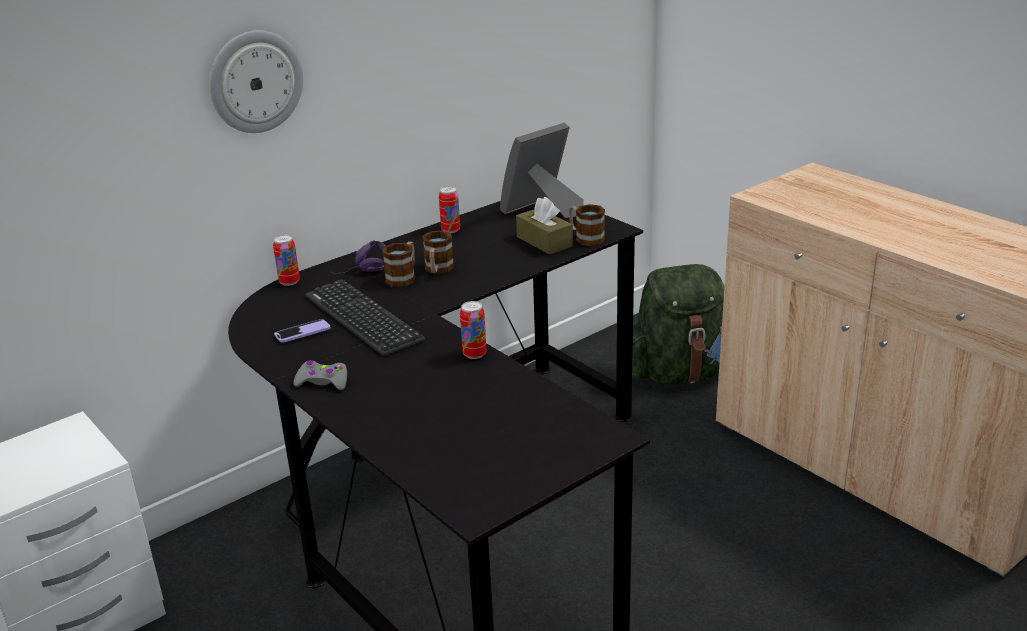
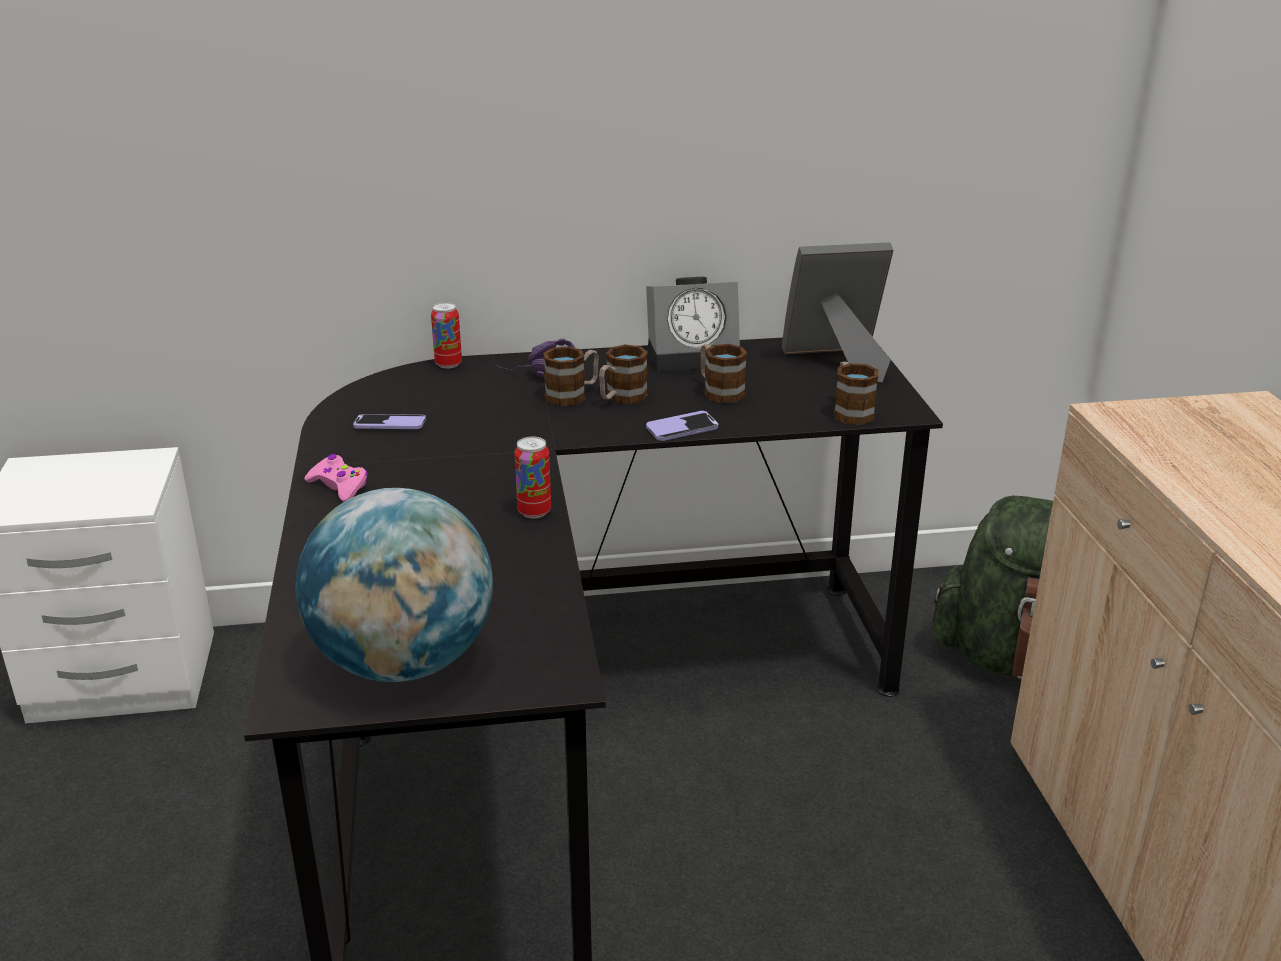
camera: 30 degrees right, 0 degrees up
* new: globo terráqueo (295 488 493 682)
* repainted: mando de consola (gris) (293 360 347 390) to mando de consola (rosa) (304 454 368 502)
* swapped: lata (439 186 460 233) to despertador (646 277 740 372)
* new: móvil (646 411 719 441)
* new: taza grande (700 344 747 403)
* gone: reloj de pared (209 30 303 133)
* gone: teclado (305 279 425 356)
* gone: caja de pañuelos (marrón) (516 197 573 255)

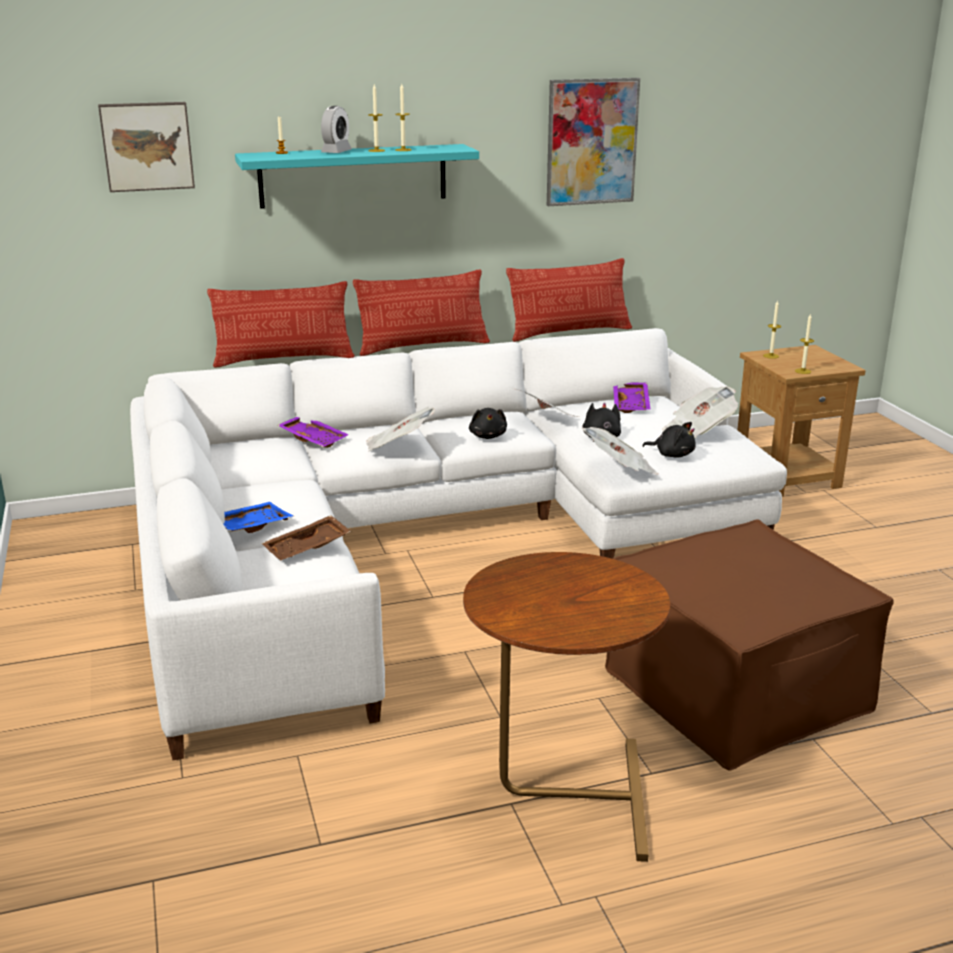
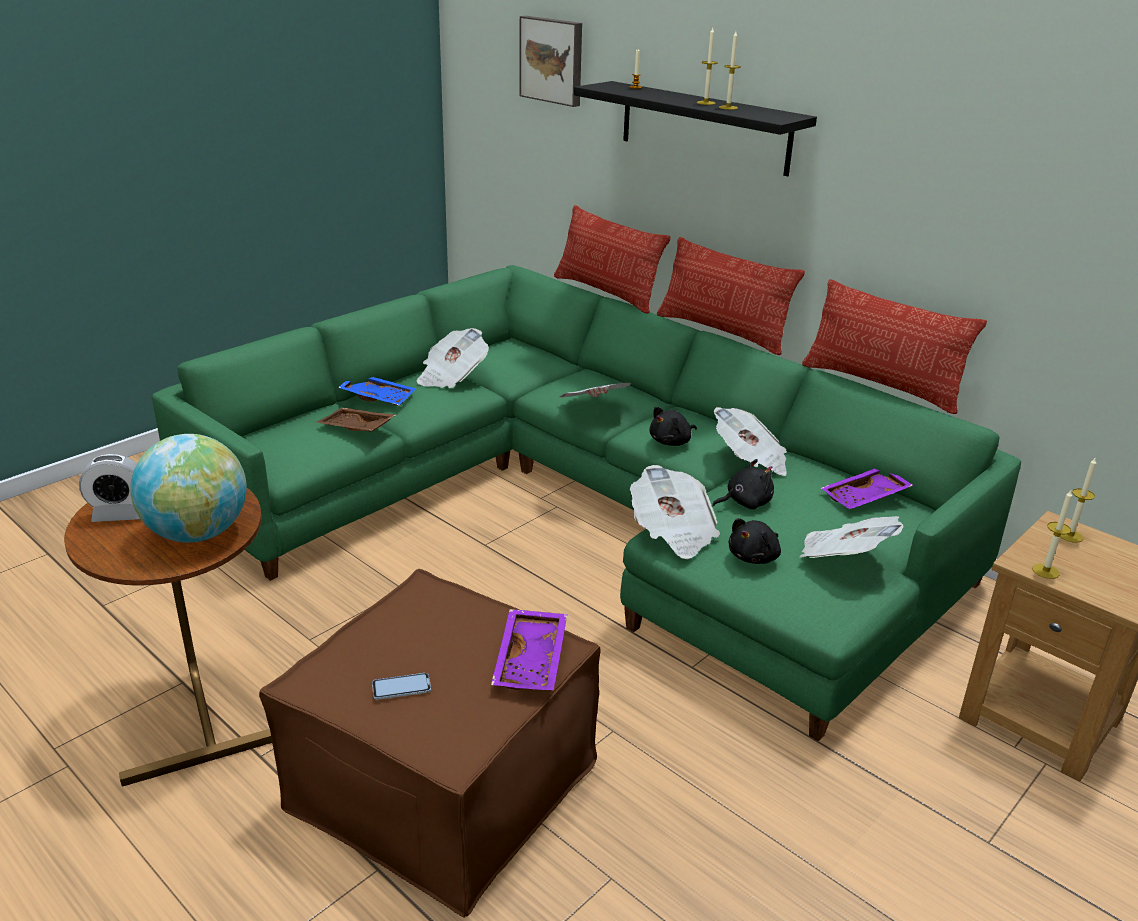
camera: 60 degrees right, 5 degrees up
* shifted: despertador (321 106 352 153) to (79 454 140 522)
* new: globo terráqueo (130 434 247 543)
* repainted: sofá (blanco) (130 328 787 760) to sofá (verde) (152 265 1021 742)
* new: móvil (372 673 431 700)
* new: periódico (417 328 489 388)
* shifted: bandeja (morado) (278 417 349 448) to (491 609 567 690)
* repainted: estante (turquesa) (235 144 479 209) to estante (negro) (574 81 817 176)
* rotated: peluche (negro) (642 422 696 457) = (728 518 781 564) 45 degrees clockwise
* gone: cuadro (547 78 640 206)

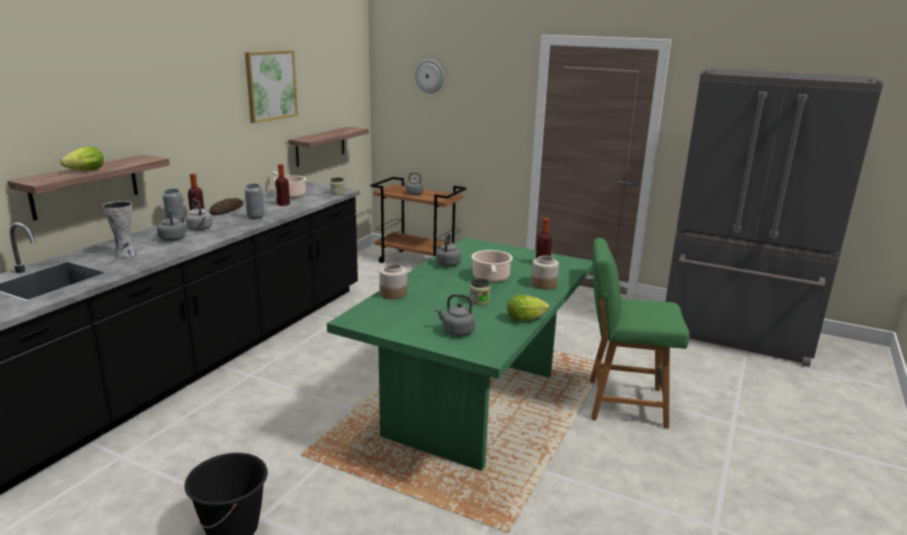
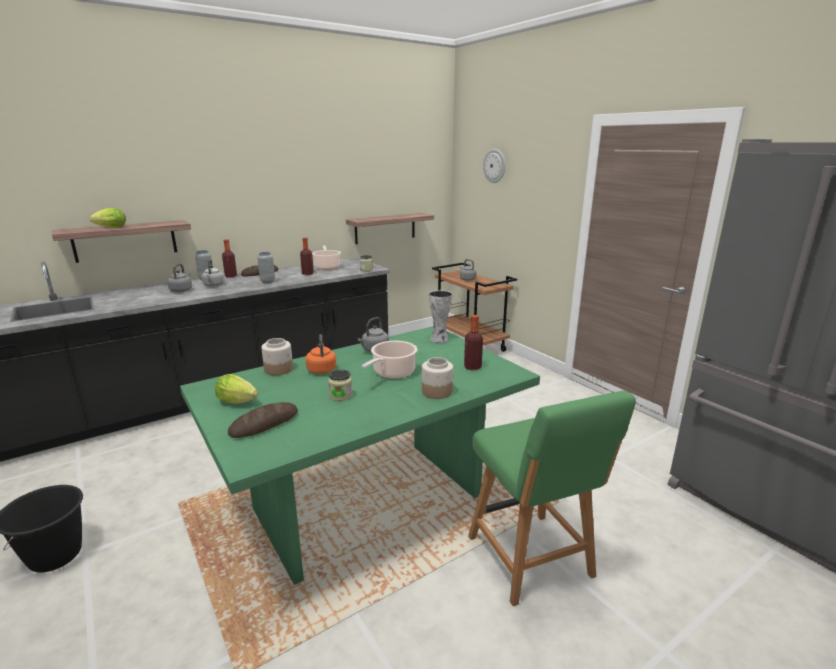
camera: 30 degrees right, 0 degrees up
* shifted: lechuga (507 295 549 321) to (215 374 258 404)
* swapped: hervidor (gris) (435 294 475 336) to pan (228 402 298 438)
* new: hervidor (naranja) (306 334 336 374)
* shifted: florero (103 201 136 258) to (428 290 453 343)
* rotated: silla (verde) (590 238 689 429) = (468 391 636 606) 150 degrees counterclockwise
* gone: cuadro (245 50 298 123)

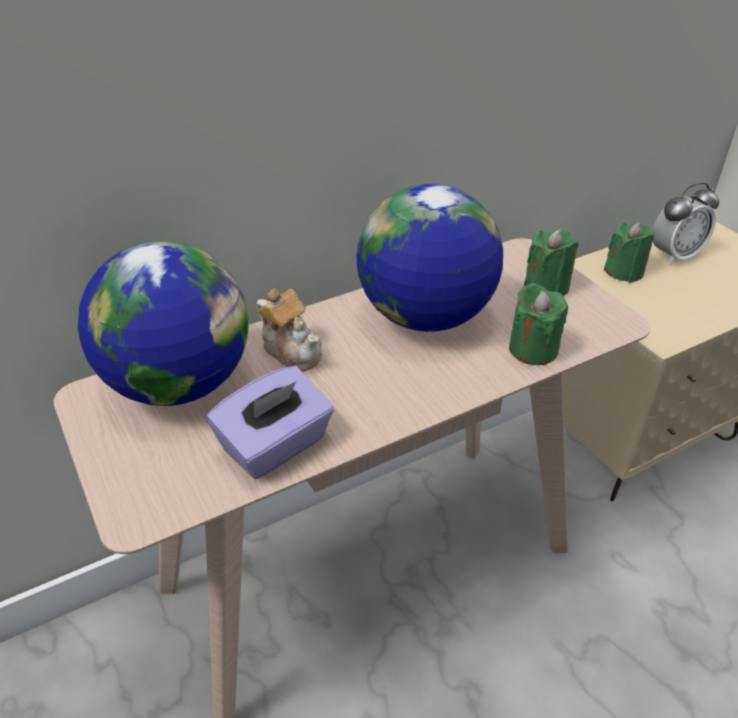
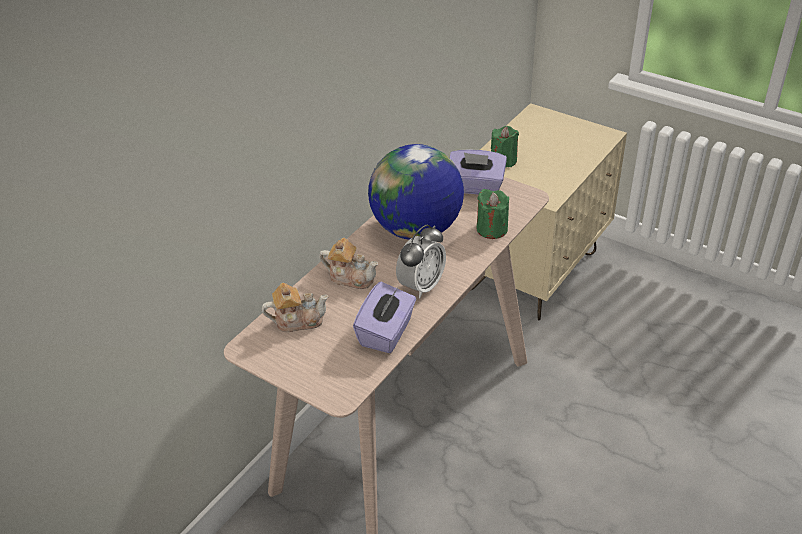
camera: 25 degrees left, 0 degrees up
* swapped: globo terráqueo (78 241 248 406) to tetera (262 283 329 332)
* shifted: despertador (652 182 719 265) to (396 225 446 298)
* swapped: vela (verde) (524 229 579 296) to caja de pañuelos (morado) (450 150 507 195)

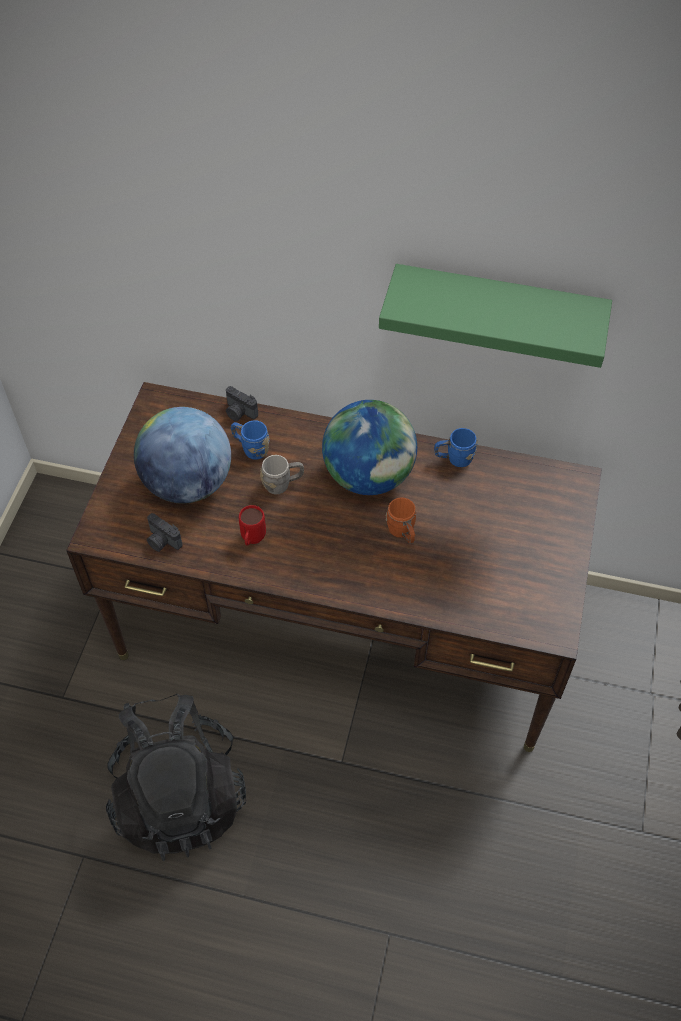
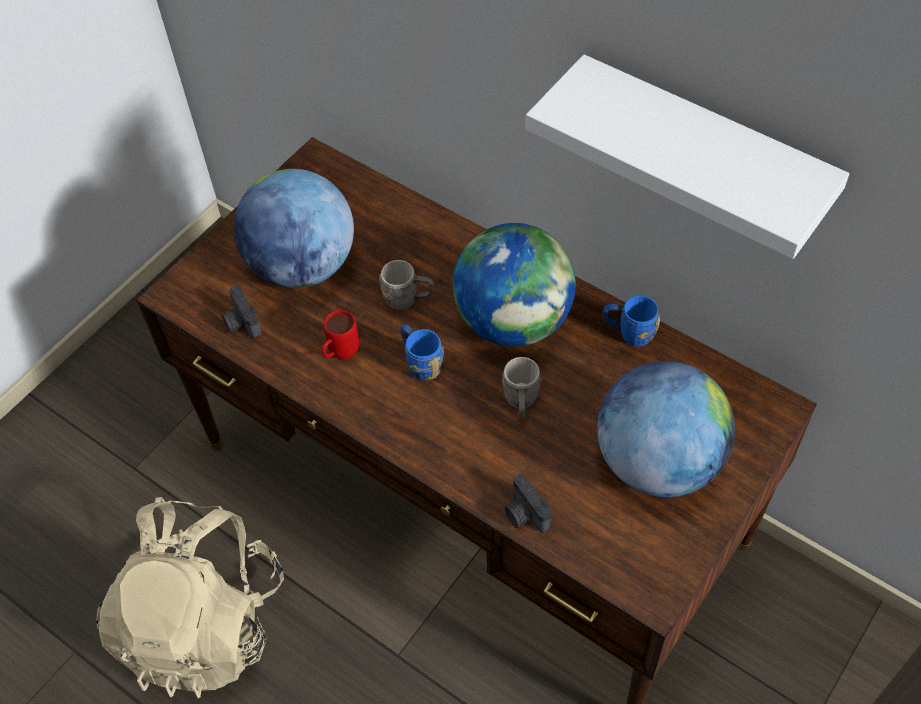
camera: 25 degrees right, 0 degrees up
* repainted: mochila (negro) (106 694 246 861) to mochila (beis) (96 497 284 698)
* shifted: taza grande (azul) (231 420 269 460) to (400 324 444 381)
* repainted: taza grande (naranja) (386 497 416 543) to taza grande (gris) (502 357 541 418)
* shifted: cámara (226 386 258 421) to (505 474 551 532)
* repainted: estante (verde) (379 264 612 368) to estante (blanco) (526 55 849 259)
* new: globo terráqueo (597 361 735 497)

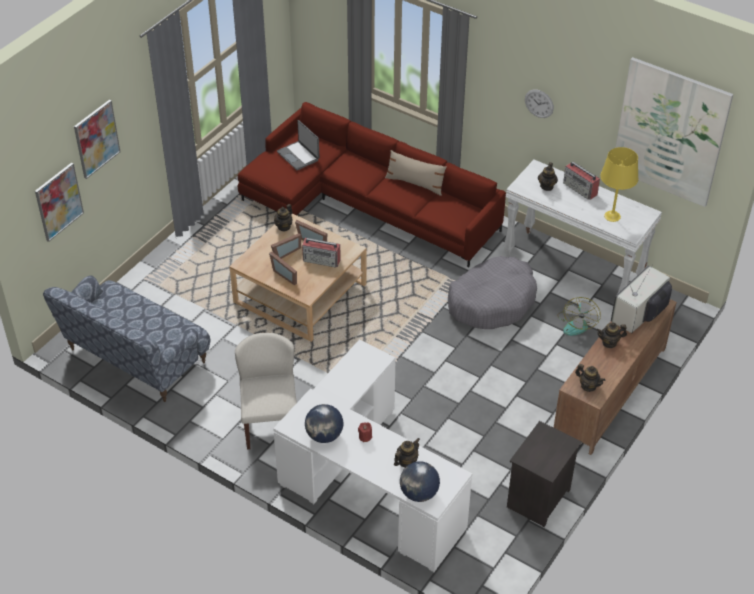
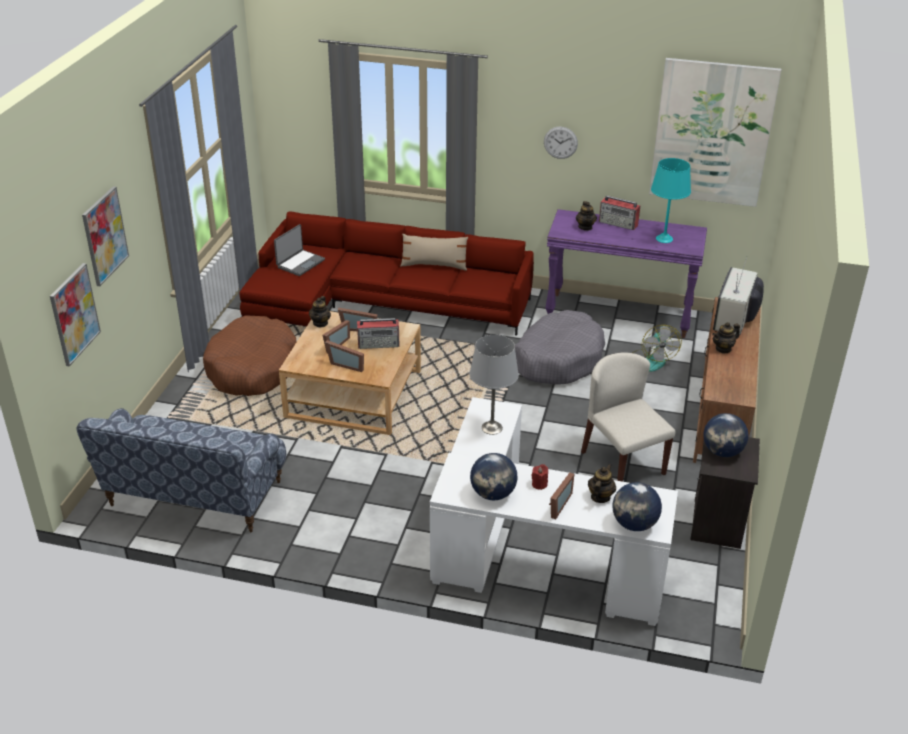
camera: 20 degrees left, 10 degrees down
* new: cama para perro (marrón) (203 315 296 396)
* rotated: portátil (277 120 319 170) = (274 224 325 276) 90 degrees counterclockwise
* new: lámpara de mesa (gris) (469 335 519 435)
* repainted: mesa consola (blanco) (503 160 662 293) to mesa consola (morado) (545 209 707 338)
* new: portarretratos (549 472 574 519)
* shifted: silla (beis) (235 333 297 450) to (581 352 676 482)
* repainted: lámpara de mesa (amarillo) (600 147 638 222) to lámpara de mesa (turquesa) (651 158 691 243)
* new: globo terráqueo (703 413 749 457)
* gone: tetera (575 364 605 392)

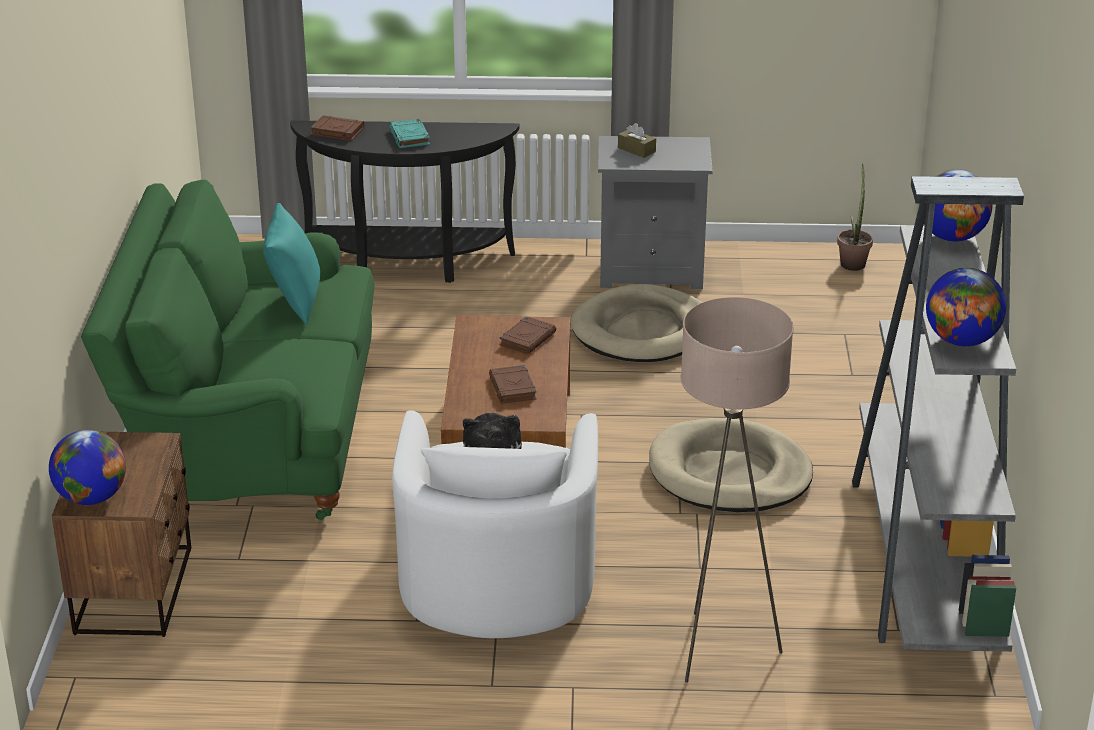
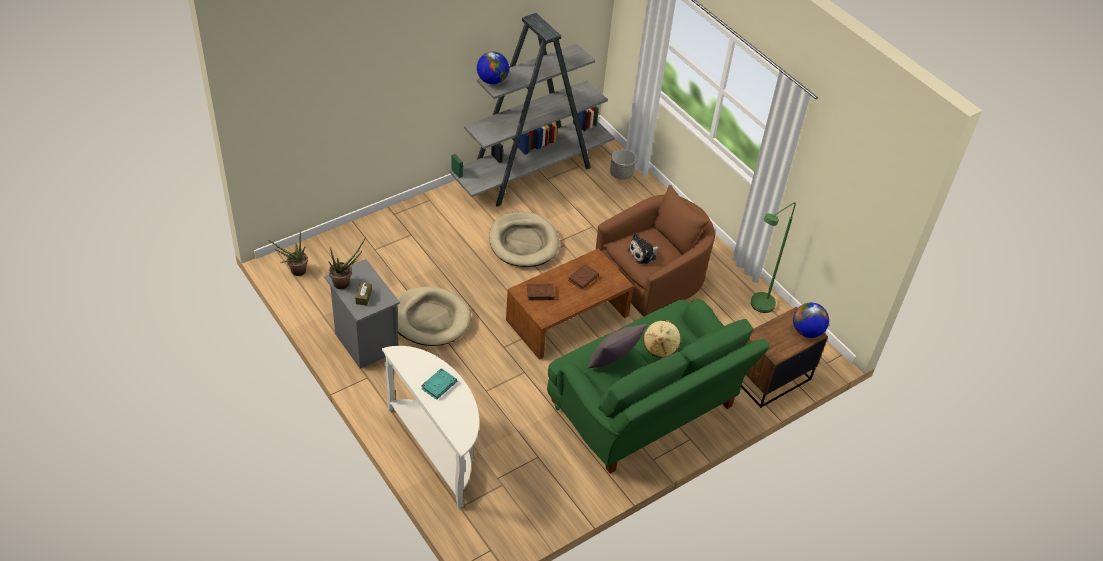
camera: 130 degrees left, 15 degrees up
* new: planta en maceta (329 237 366 289)
* repainted: mesa consola (negro) (290 120 519 283) to mesa consola (blanco) (382 346 479 509)
* repainted: cojín (turquesa) (263 203 320 324) to cojín (gris) (587 324 647 368)
* repainted: sillón (blanco) (392 410 598 638) to sillón (marrón) (596 185 715 317)
* new: maceta (gris) (610 149 636 180)
* new: sombrero (beis) (643 320 681 358)
* new: lámpara de pie (verde) (751 202 796 313)
* gone: libro (marrón) (310 115 364 141)
* gone: lámpara de pie (beis) (681 297 794 683)
* gone: globo terráqueo (926 268 1006 346)

